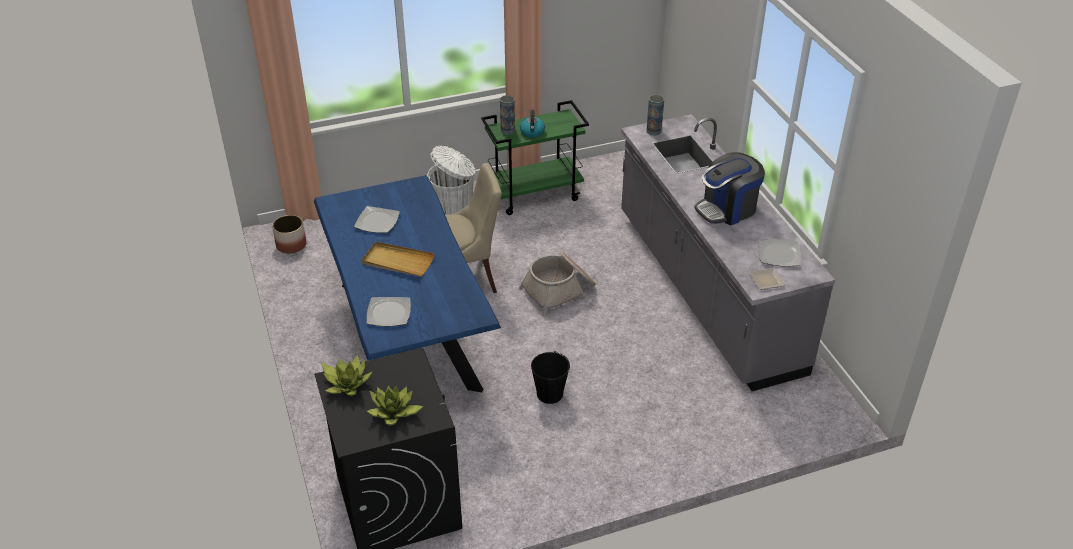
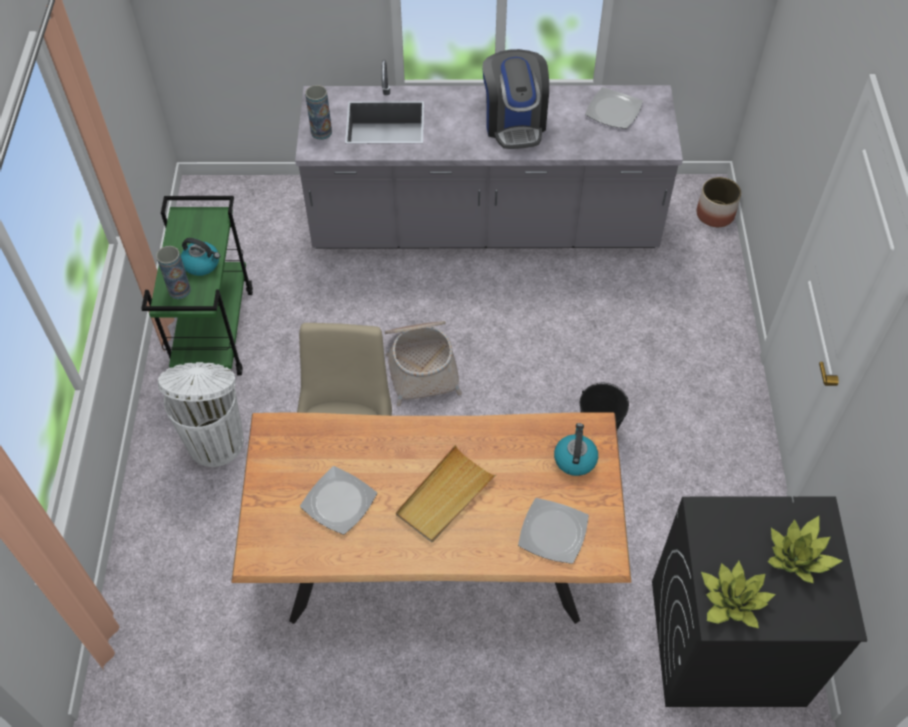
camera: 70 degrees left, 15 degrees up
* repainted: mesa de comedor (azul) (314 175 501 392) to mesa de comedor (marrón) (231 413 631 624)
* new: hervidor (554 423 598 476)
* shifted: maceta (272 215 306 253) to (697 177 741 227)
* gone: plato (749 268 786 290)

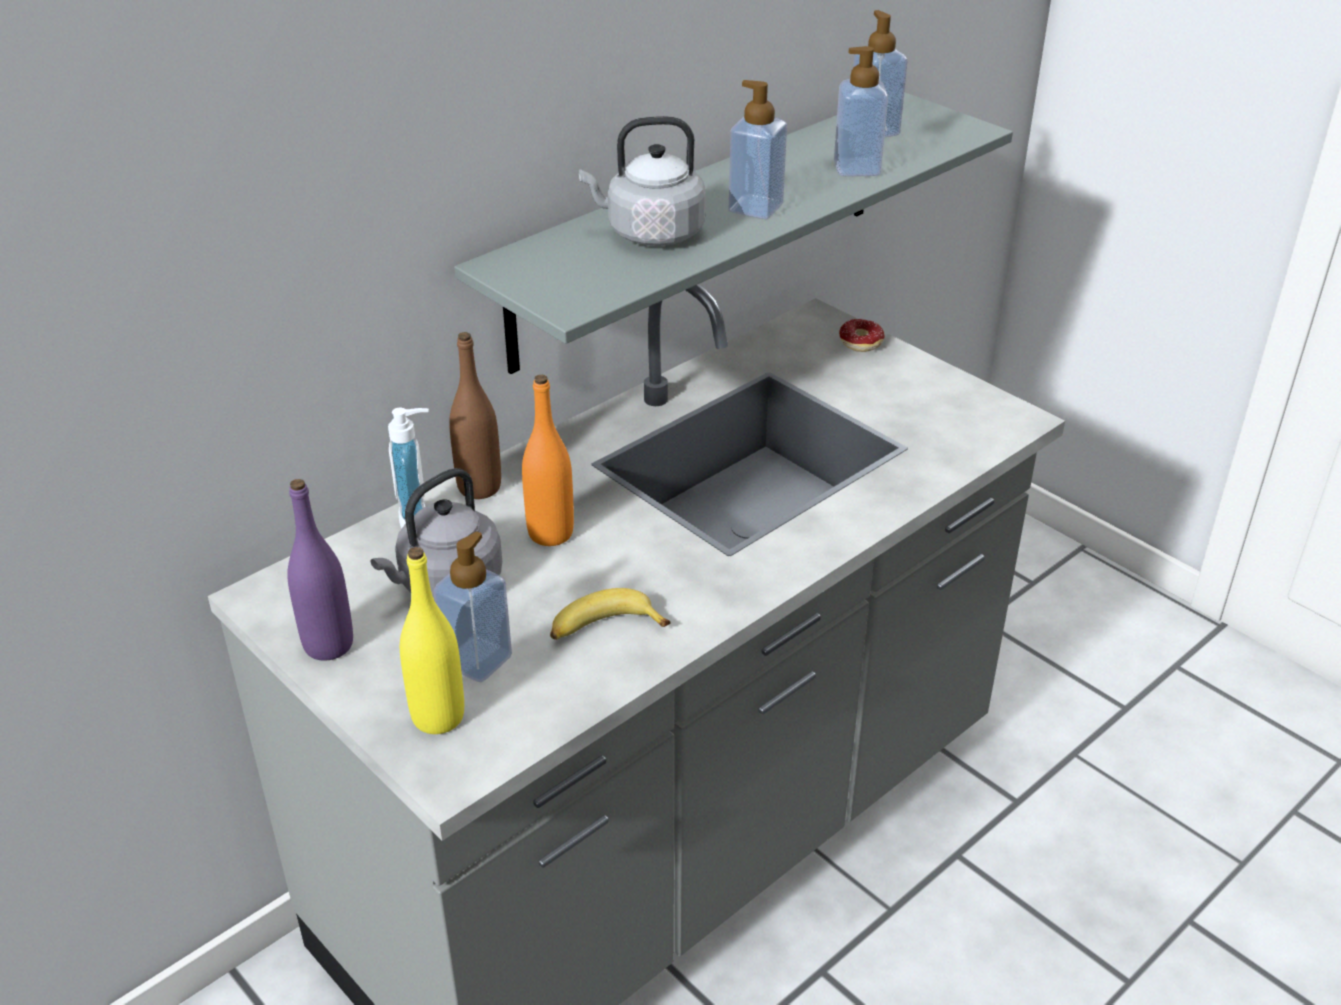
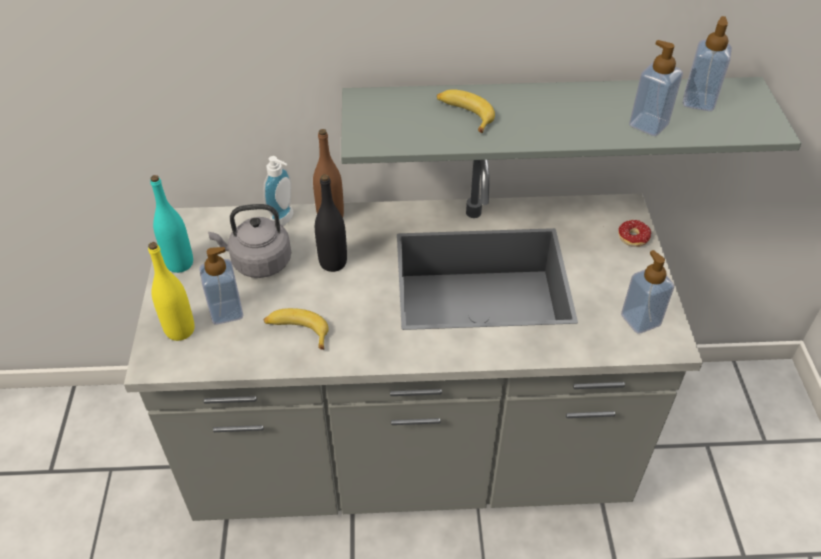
camera: 40 degrees right, 10 degrees up
* repainted: botella (morado) (287 479 353 661) to botella (turquesa) (150 175 193 273)
* repainted: botella (naranja) (522 375 574 546) to botella (negro) (315 174 347 272)
* swapped: hervidor (gris) (579 116 706 246) to plátano (437 89 495 133)
* shifted: dispensador de jabón (728 80 787 219) to (621 250 674 334)

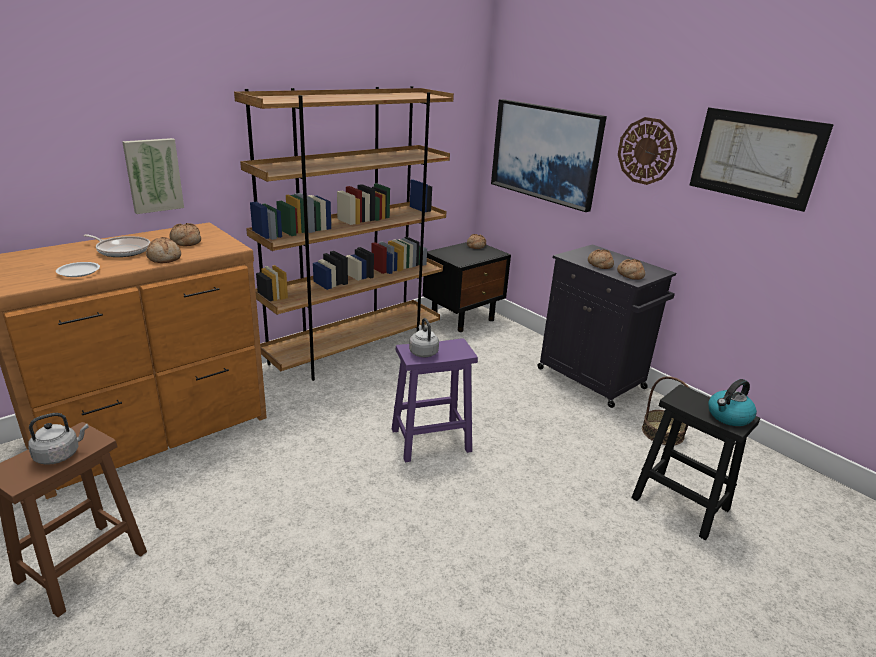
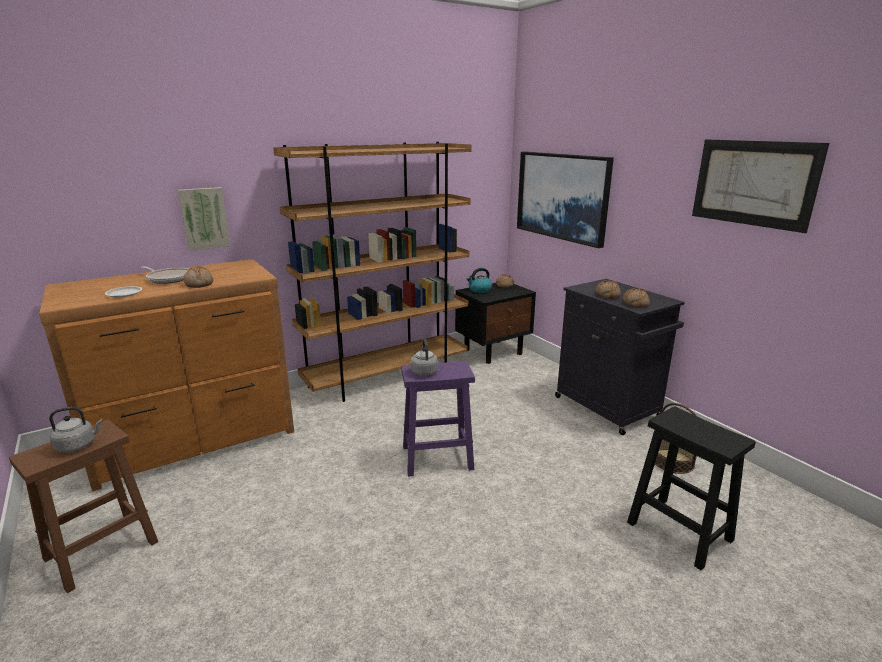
camera: 10 degrees right, 5 degrees down
* shifted: hervidor (708 379 757 426) to (467 268 492 293)
* gone: pan (169 223 201 246)
* gone: reloj de pared (618 117 677 185)

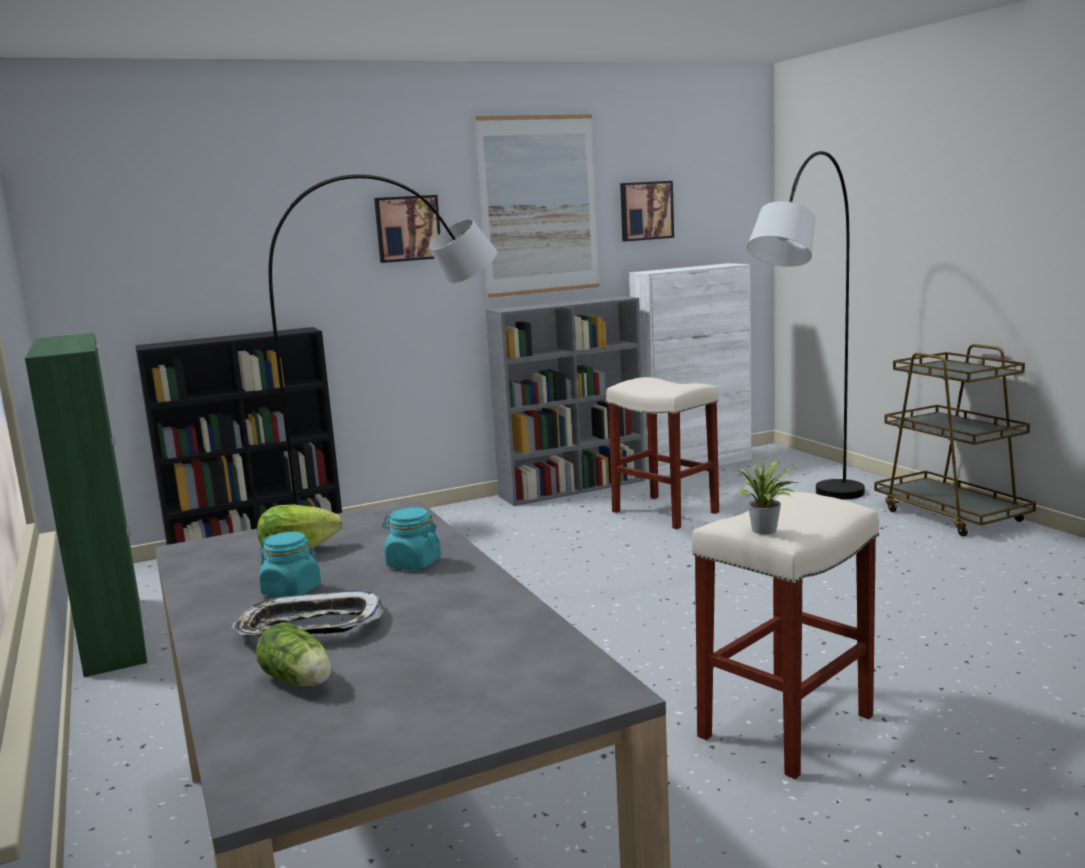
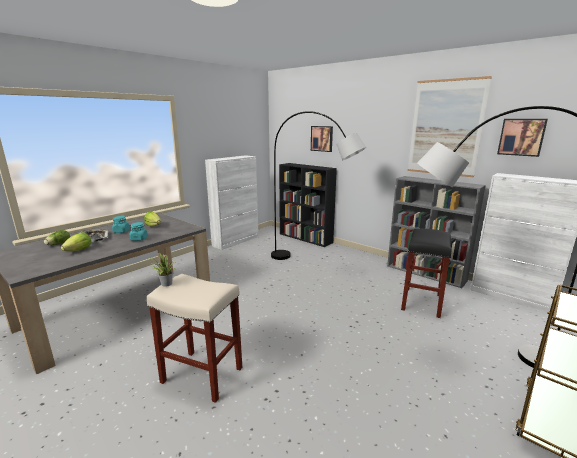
camera: 65 degrees right, 5 degrees up
* new: lechuga (61 232 91 251)
* repainted: armario (verde) (25 333 147 677) to armario (blanco) (205 155 259 250)
* shifted: cuadro (374 195 440 263) to (311 126 333 152)
* repainted: taburete (beis) (606 377 719 529) to taburete (negro) (401 228 451 318)

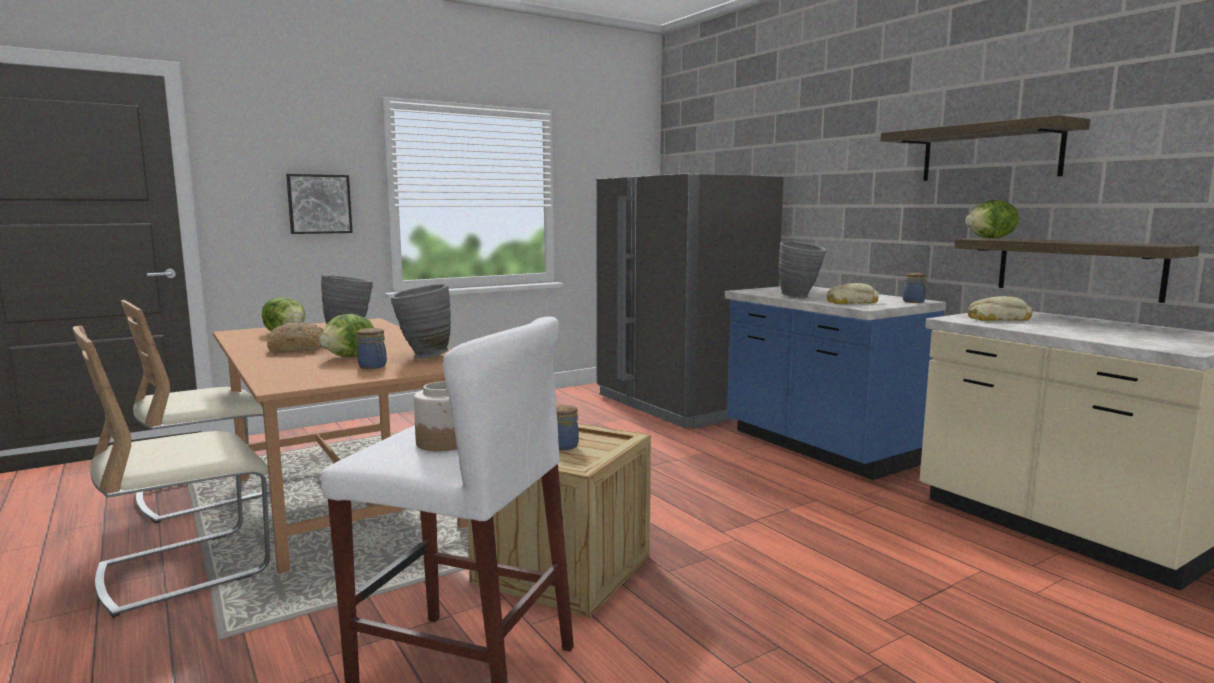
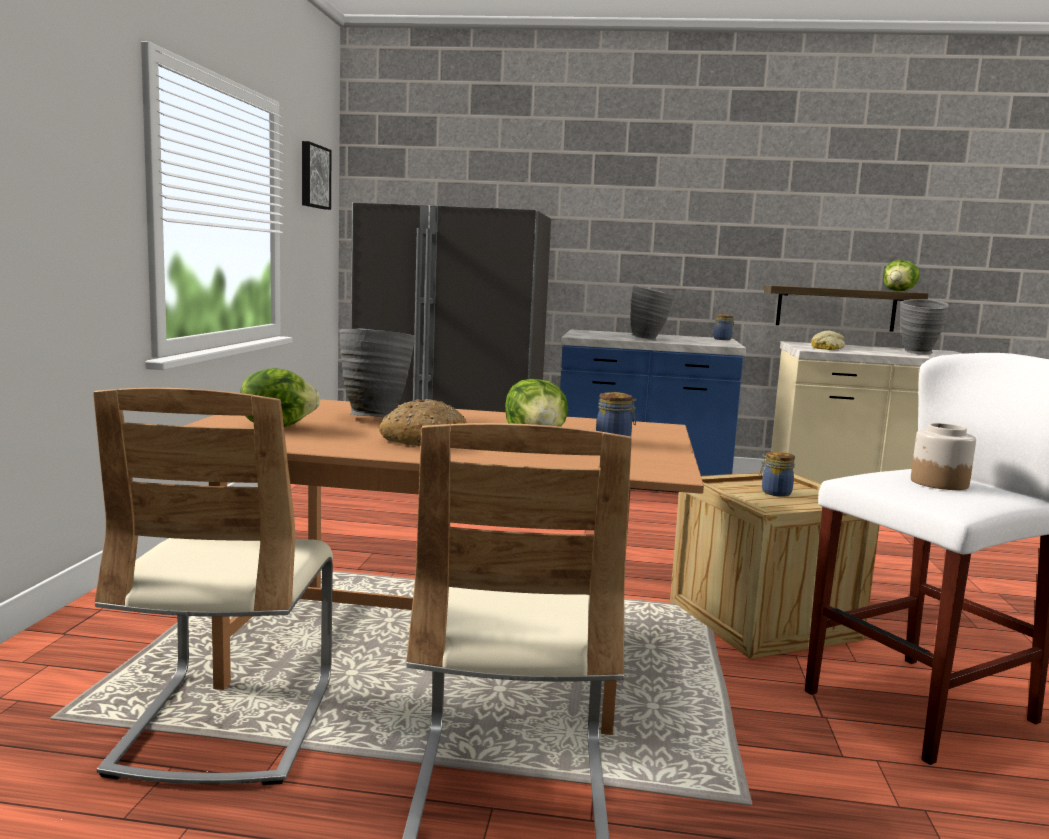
camera: 50 degrees left, 0 degrees up
* shifted: cuadro (286 174 353 234) to (302 141 331 210)
* shifted: lechuga (965 200 1019 239) to (884 260 920 291)
* shifted: florero (gris) (390 284 451 358) to (901 299 949 354)
* gone: pan (827 283 879 304)
* gone: estante (880 115 1090 181)

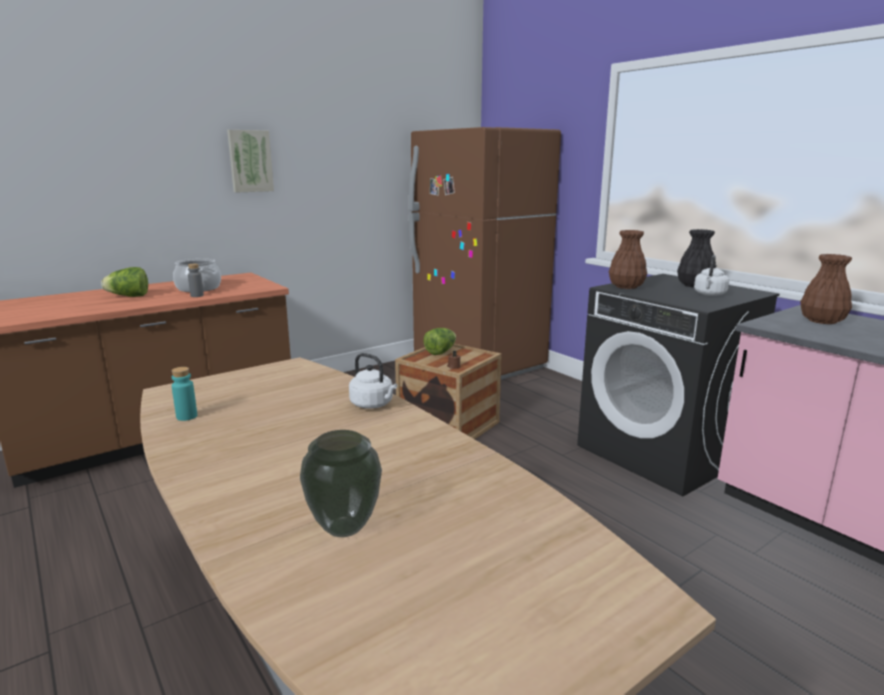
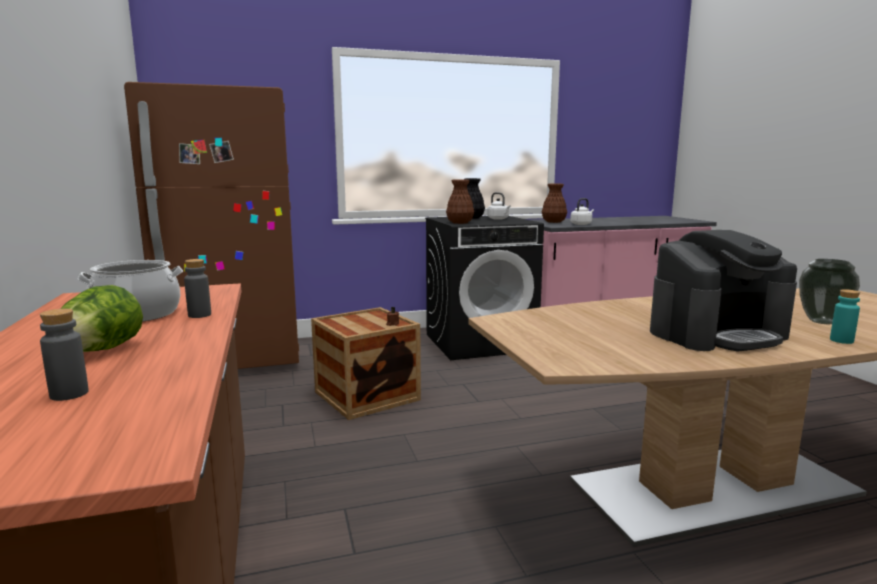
camera: 70 degrees left, 5 degrees down
* new: botella (gris) (40 309 89 401)
* shifted: hervidor (blanco) (349 353 397 409) to (570 198 594 225)
* new: cafetera (650 230 797 351)
* shifted: botella (turquesa) (171 367 197 421) to (830 289 860 344)
* gone: cuadro (227 130 274 193)
* gone: lechuga (423 328 456 355)

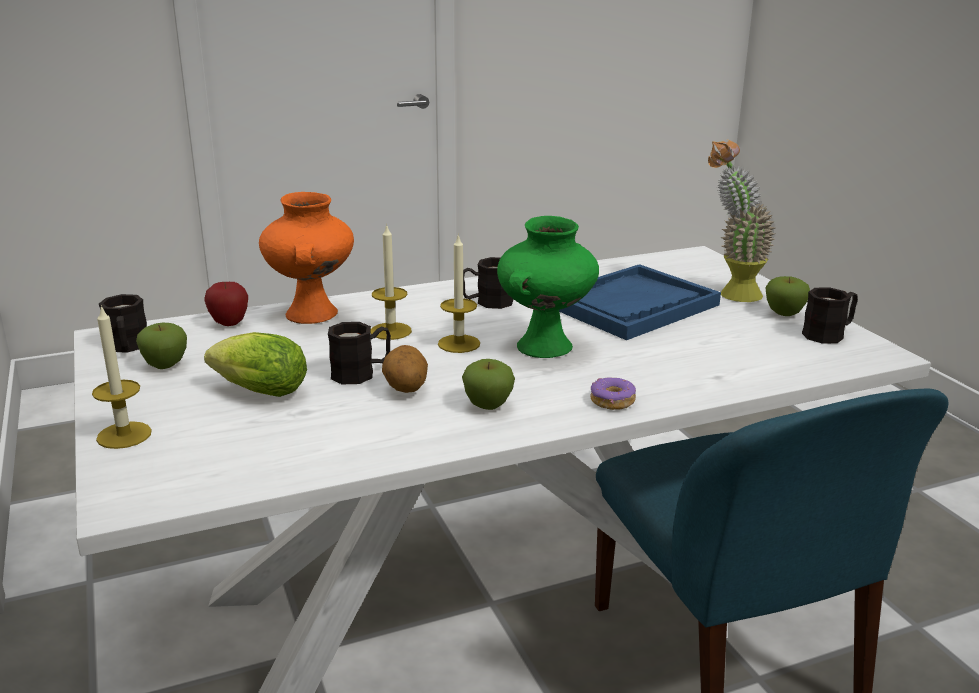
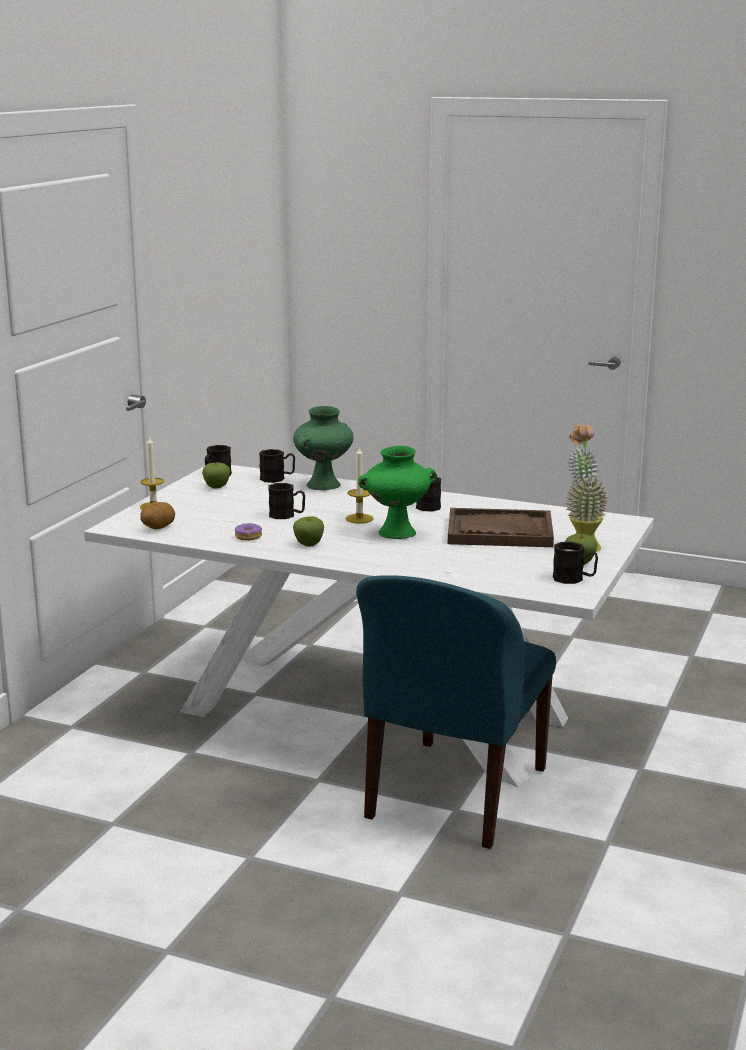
camera: 45 degrees right, 5 degrees down
* shifted: patata (382 345 428 393) to (140 502 175 530)
* shifted: rosquilla (590 377 636 410) to (235 523 262 540)
* swapped: manzana (205 282 248 326) to taza grande (negro) (259 449 295 483)
* repainted: florero (naranja) (259 192 354 324) to florero (verde) (293 406 354 490)
* repainted: bandeja (azul) (559 264 721 340) to bandeja (marrón) (448 508 554 547)
* gone: lechuga (204 332 307 397)
* gone: vela (371 224 412 340)

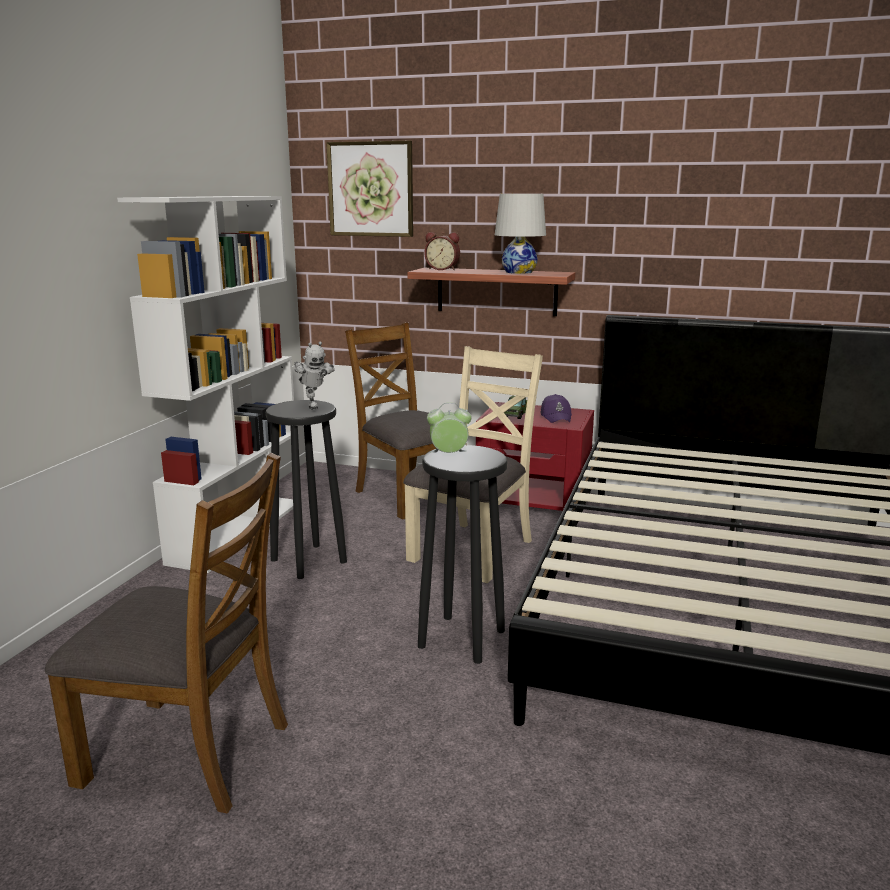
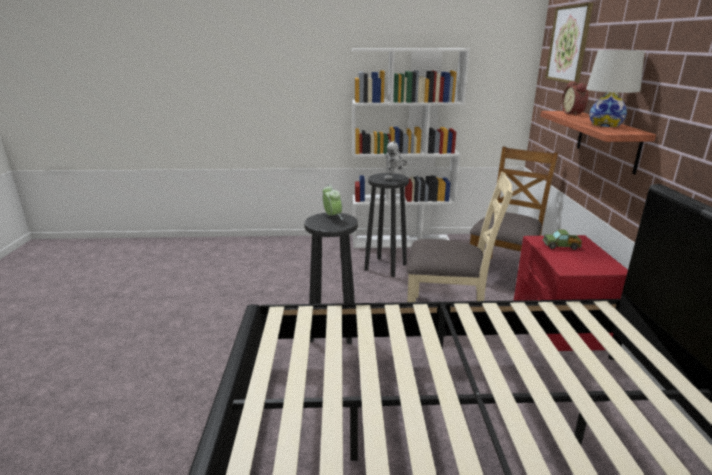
camera: 70 degrees right, 5 degrees up
* gone: silla (marrón) (45 453 288 813)
* gone: gorra (morado) (541 394 572 423)

